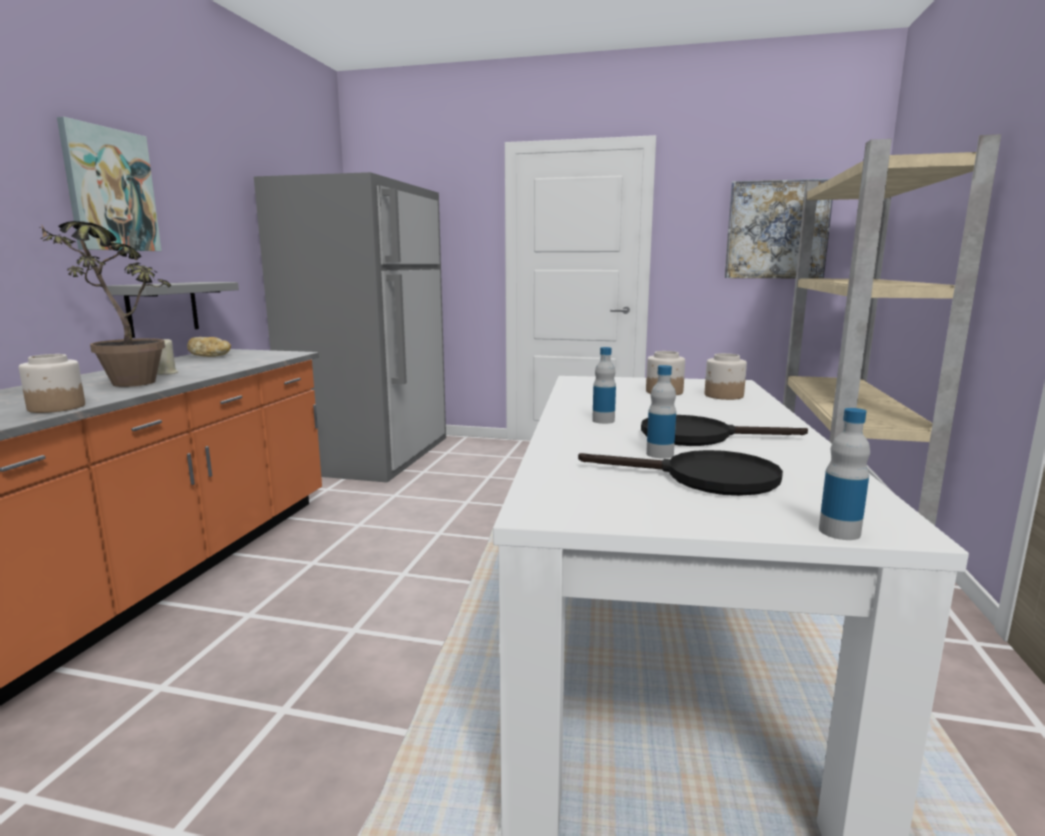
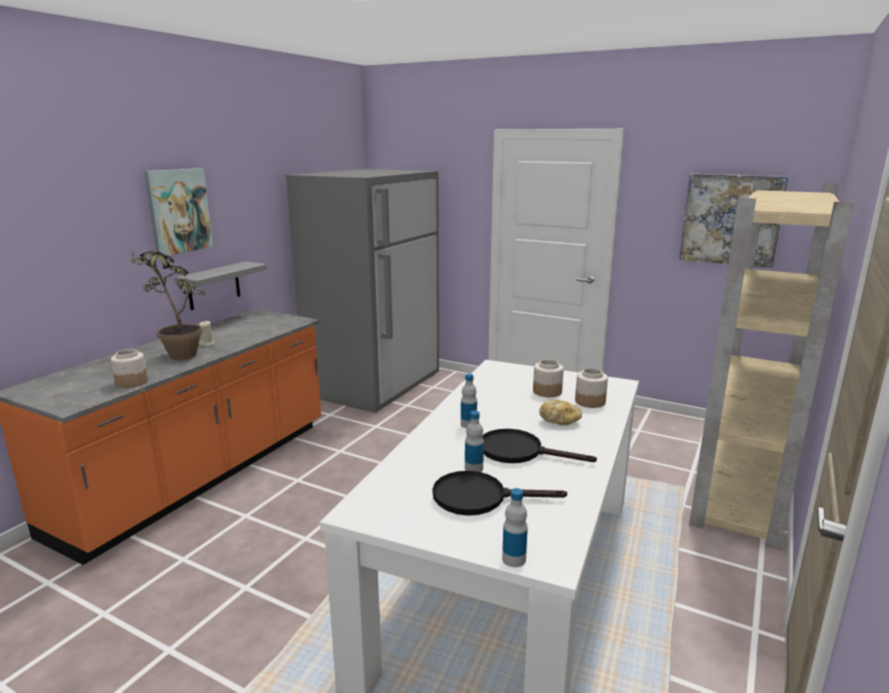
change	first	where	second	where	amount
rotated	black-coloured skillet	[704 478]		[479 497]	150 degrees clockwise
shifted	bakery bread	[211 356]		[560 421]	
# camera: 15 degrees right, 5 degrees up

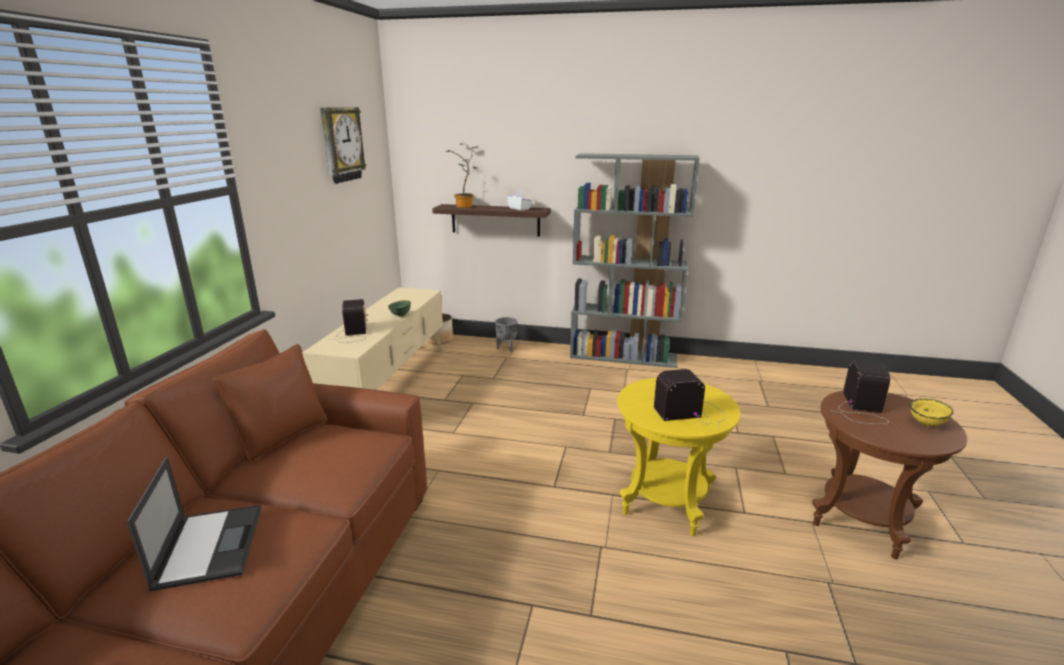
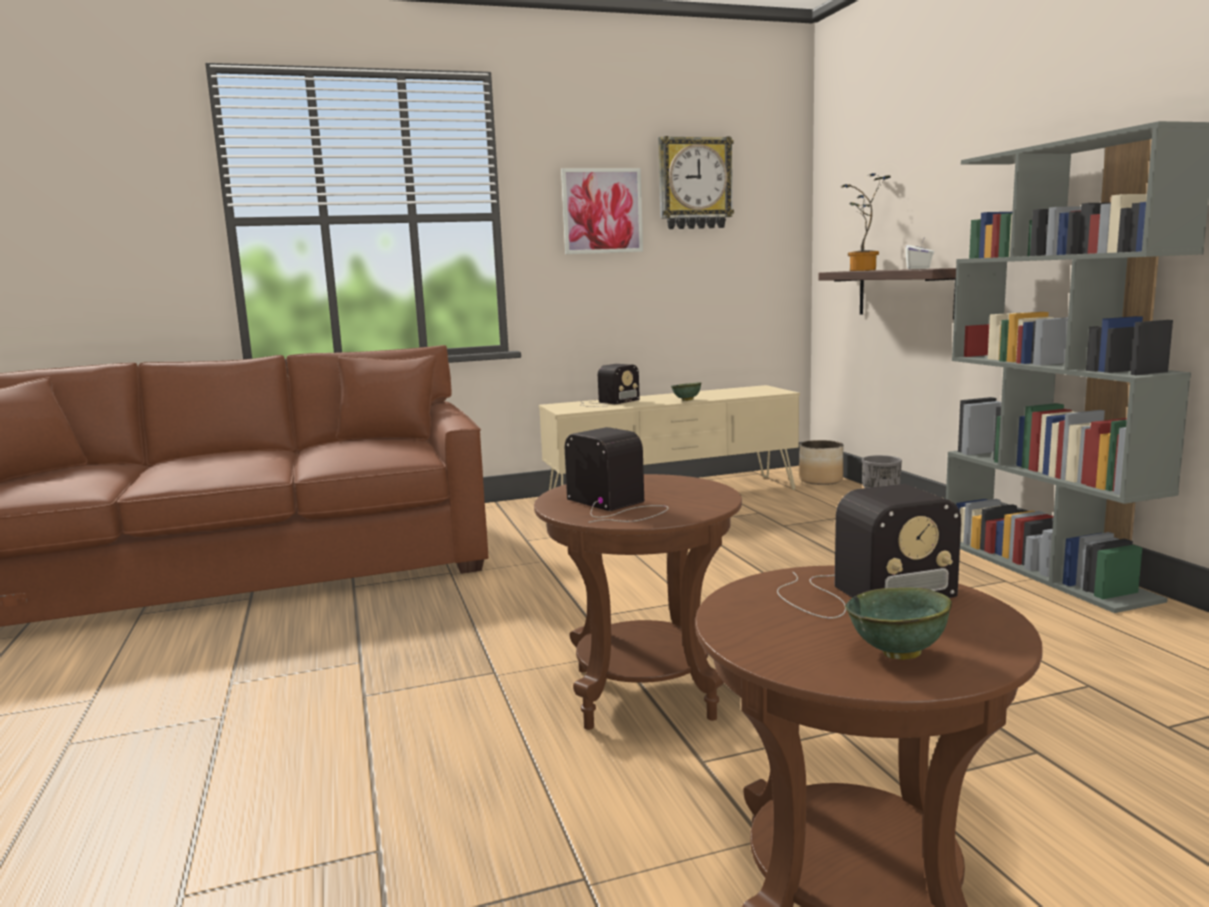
change	first	where	second	where	amount
repainted	yellow accent table	[666 503]	brown accent table	[643 692]	
new			wall art	[602 211]	
repainted	yellow bowl	[927 424]	green bowl	[897 654]	
gone	notebook computer	[210 545]			
# camera: 60 degrees right, 10 degrees down

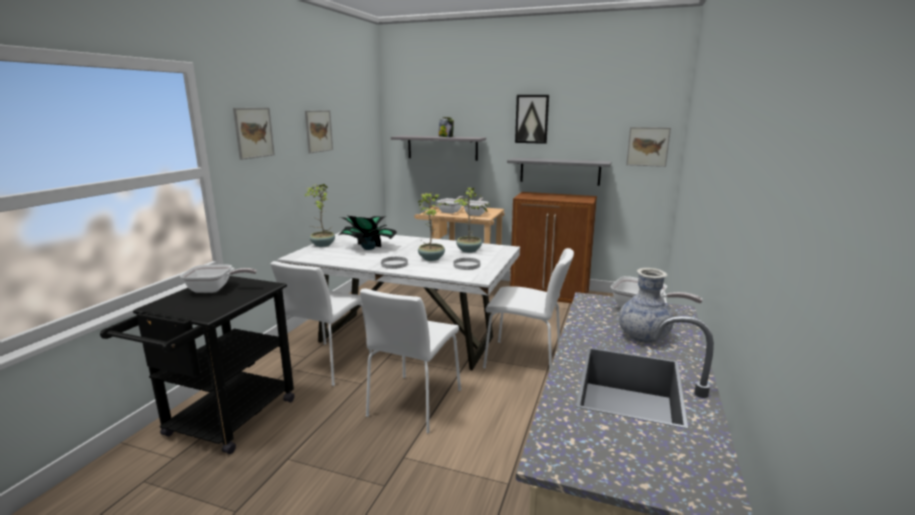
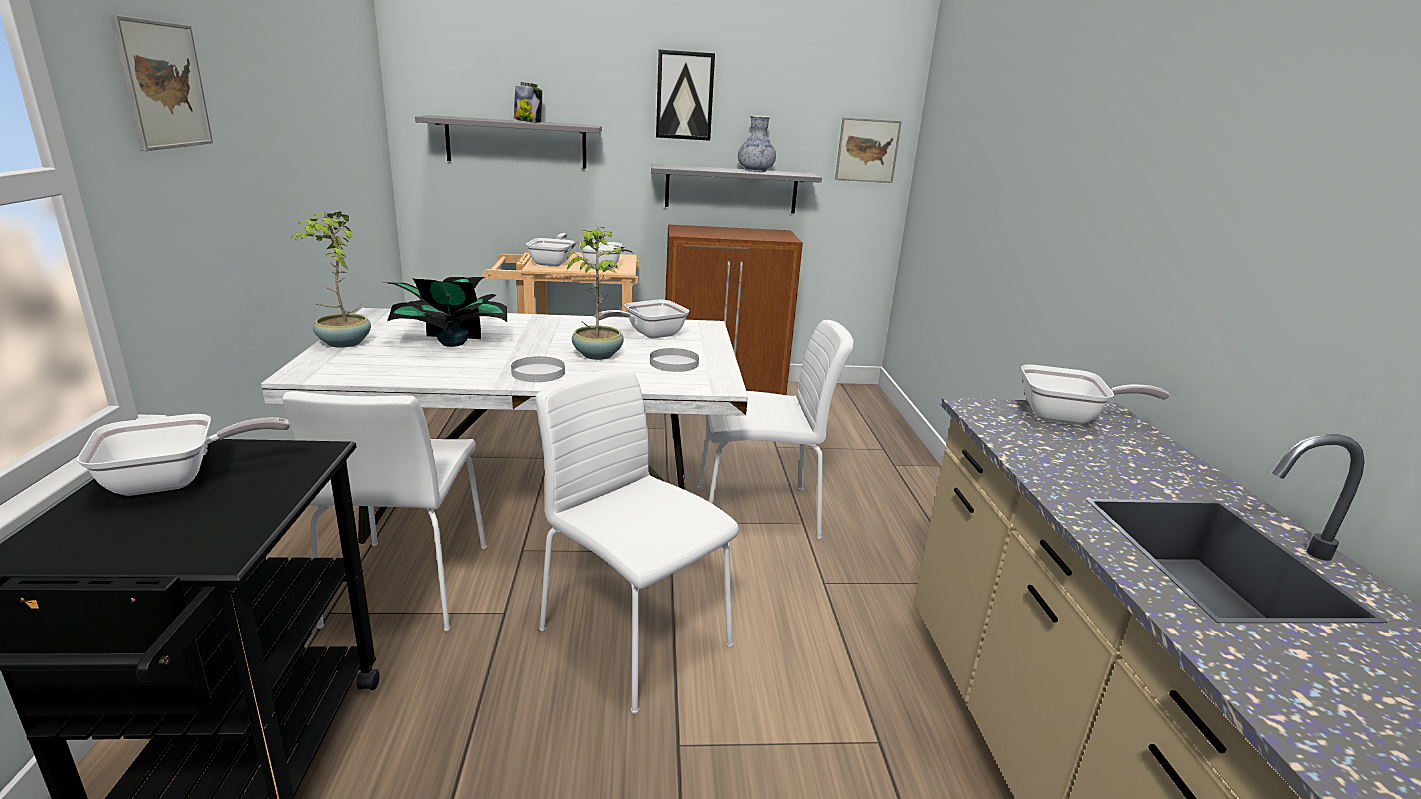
change	first	where	second	where	amount
rotated	white upright chair	[413 404]		[630 634]	135 degrees clockwise
swapped	houseplant	[469 251]	skillet	[649 334]	
shifted	vase	[643 337]		[755 171]	
gone	wall art	[318 131]			
# camera: 25 degrees left, 5 degrees up

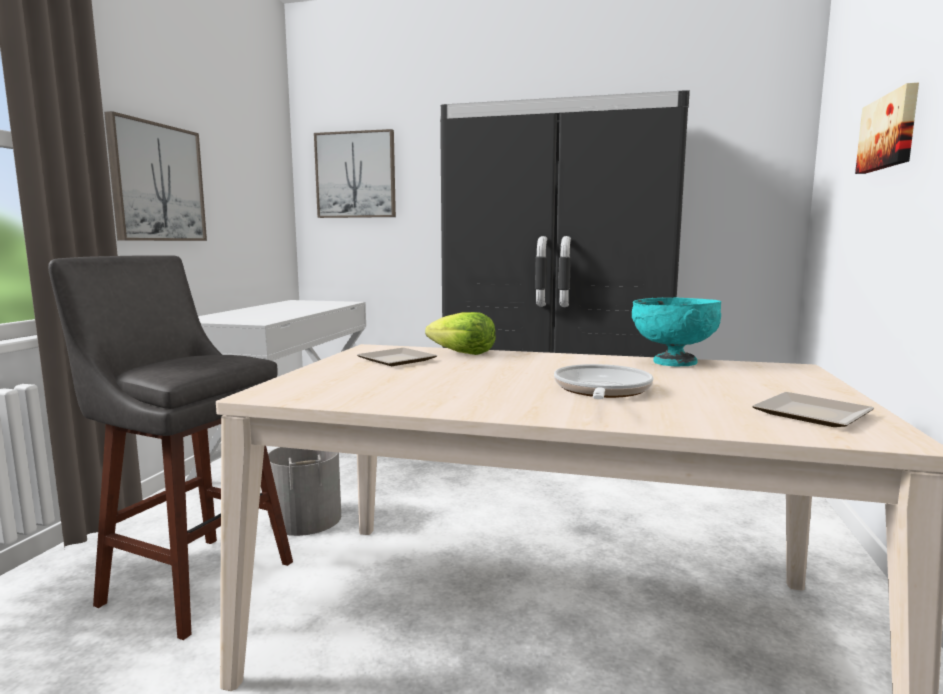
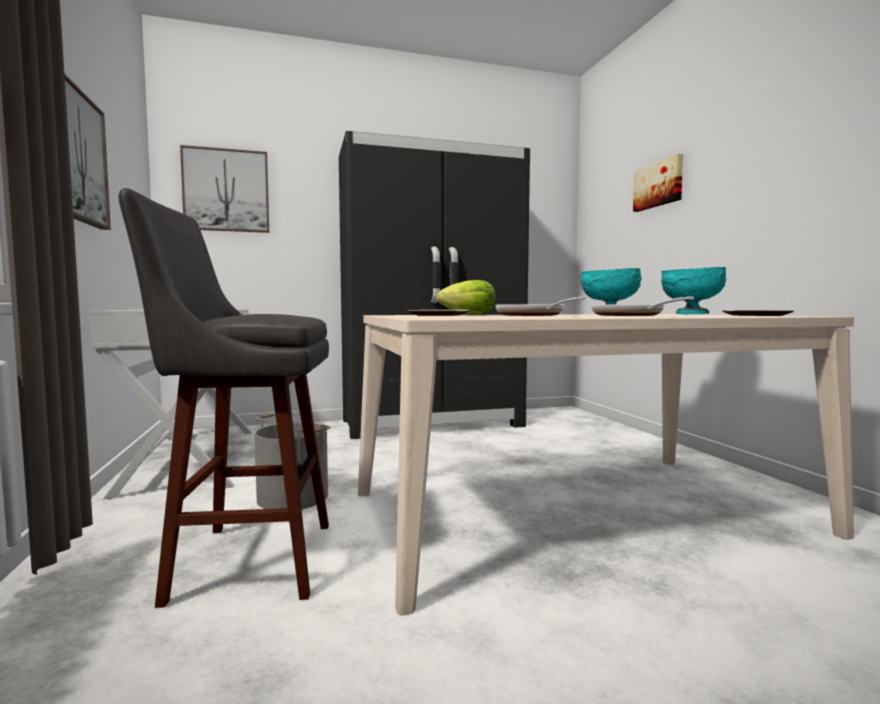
change	first	where	second	where	amount
new			skillet	[532 315]	
new			blue-green bowl	[691 314]	
# camera: 30 degrees left, 5 degrees down

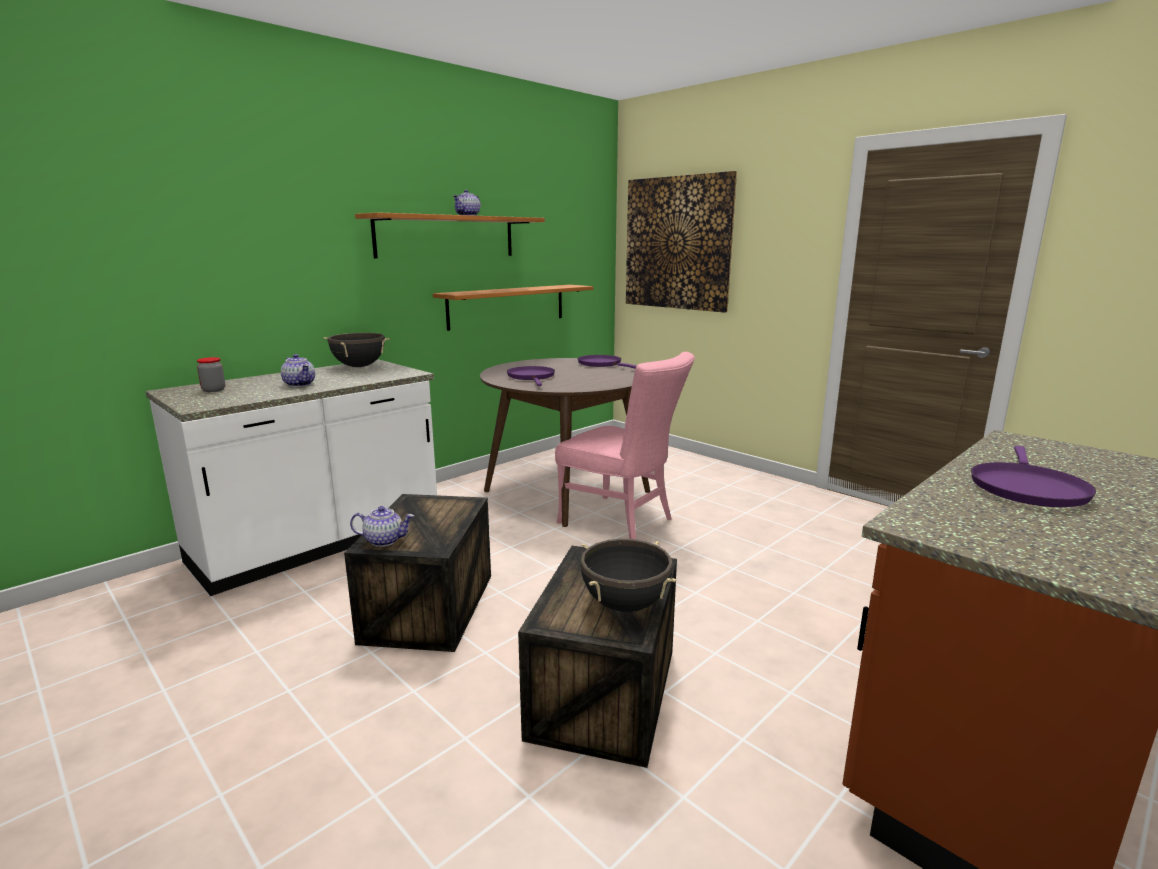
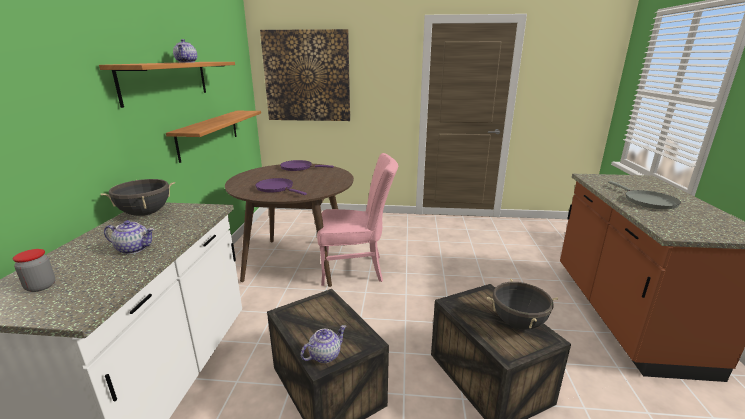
change	first	where	second	where	amount
repainted	purple-coloured skillet	[1026 488]	grey skillet	[647 201]	
# camera: 40 degrees left, 5 degrees up

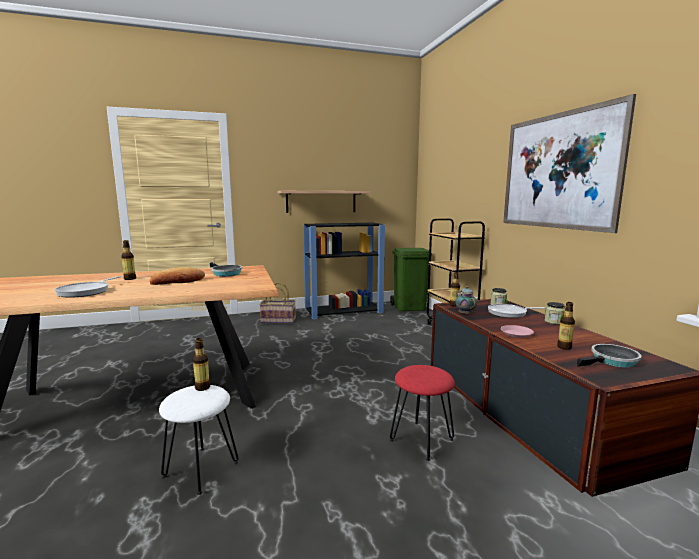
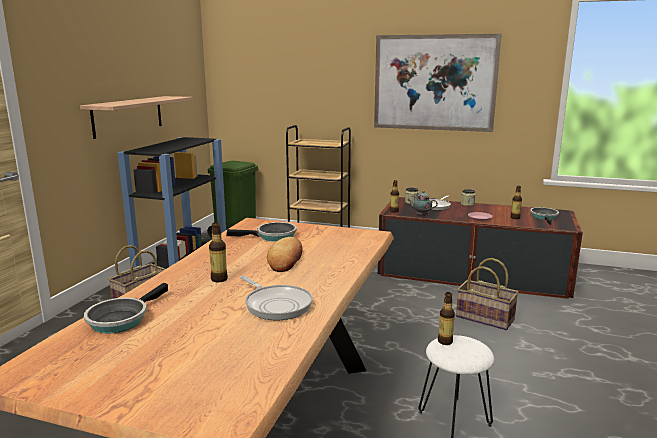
change	first	where	second	where	amount
new			skillet	[121 319]	
swapped	red stool	[422 440]	basket	[485 318]	
# camera: 55 degrees left, 5 degrees up

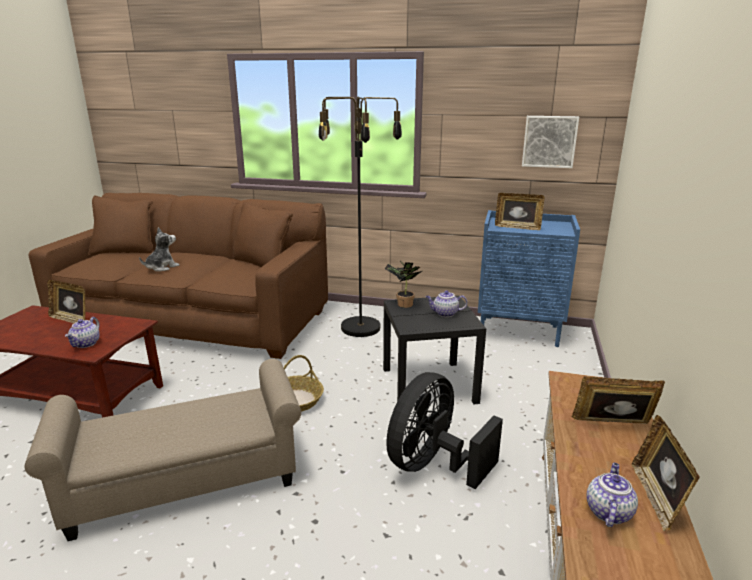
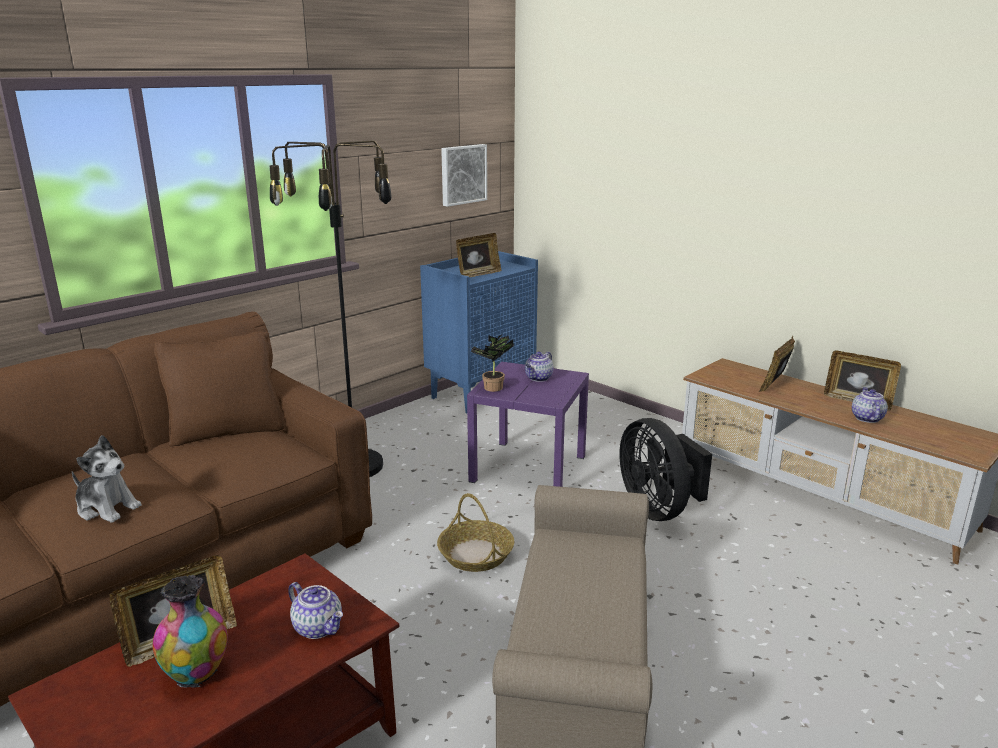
change	first	where	second	where	amount
rotated	cuddly toy	[161 267]		[107 508]	135 degrees clockwise
new			vase	[197 673]	
repainted	black-coloured accent table	[428 386]	purple-coloured accent table	[529 469]	
rotated	pot for tea	[608 511]		[866 418]	45 degrees clockwise
# camera: 60 degrees left, 0 degrees up

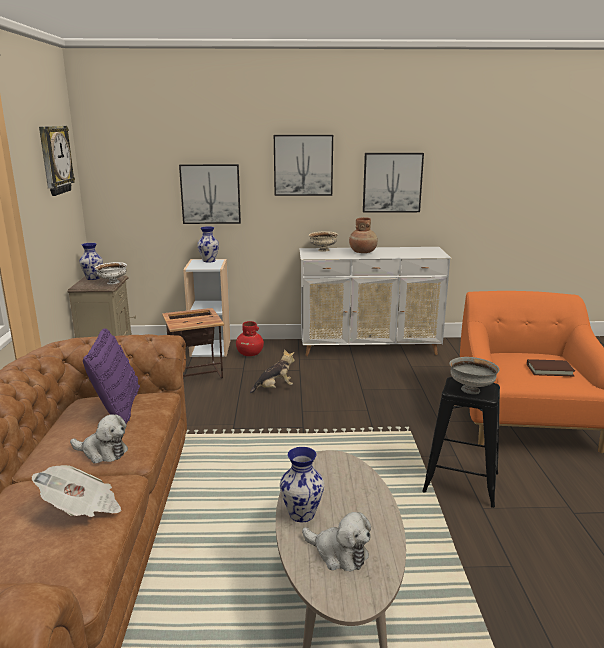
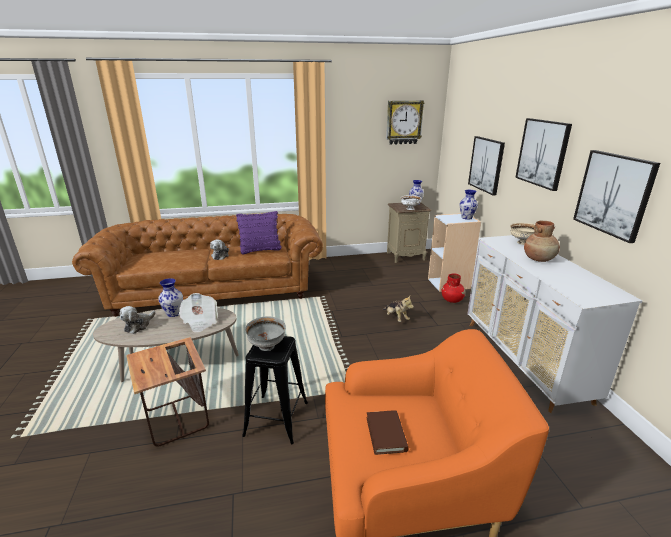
change	first	where	second	where	amount
shifted	accent table	[197 374]		[177 420]	
shifted	daily paper	[82 509]		[200 321]	
# camera: 80 degrees right, 5 degrees up

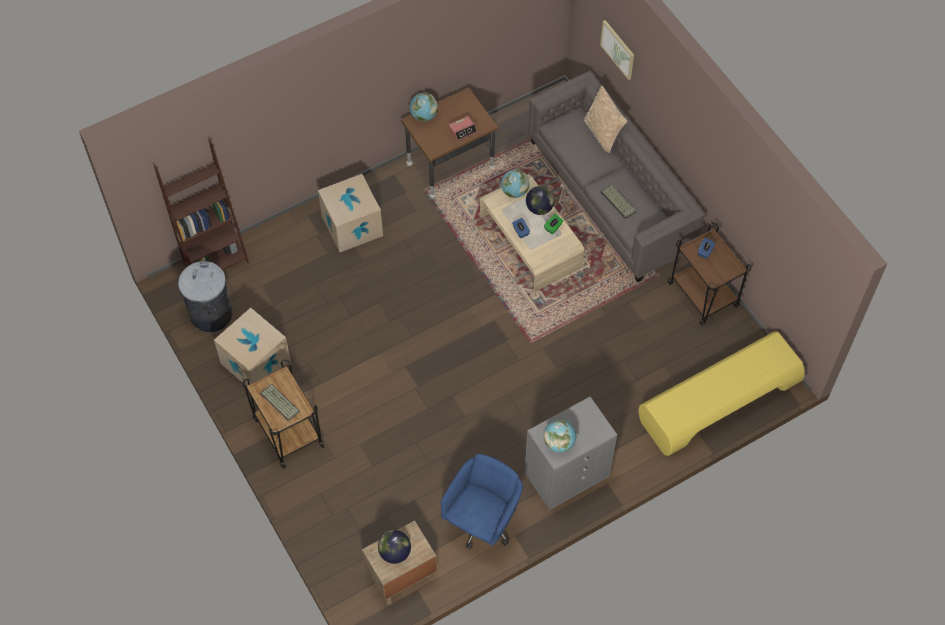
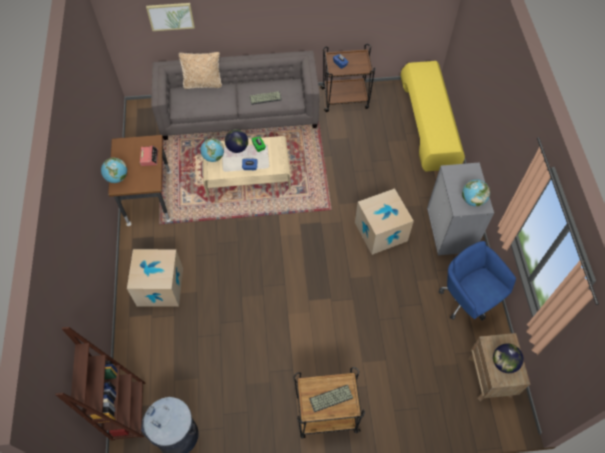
change	first	where	second	where	amount
shifted	packing box	[255 362]		[381 231]	
# camera: 65 degrees left, 0 degrees up

